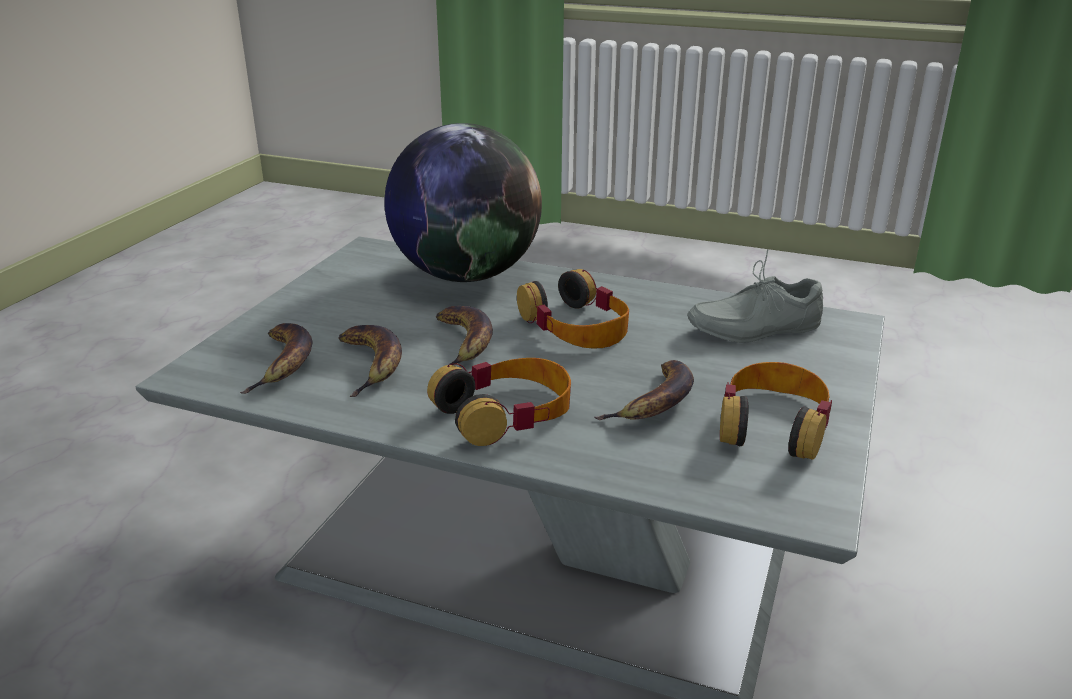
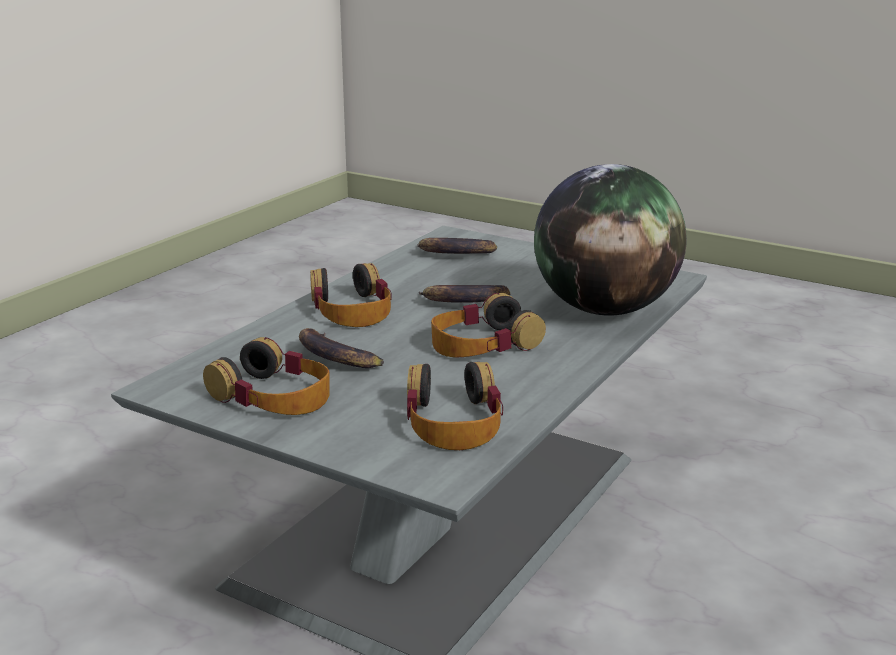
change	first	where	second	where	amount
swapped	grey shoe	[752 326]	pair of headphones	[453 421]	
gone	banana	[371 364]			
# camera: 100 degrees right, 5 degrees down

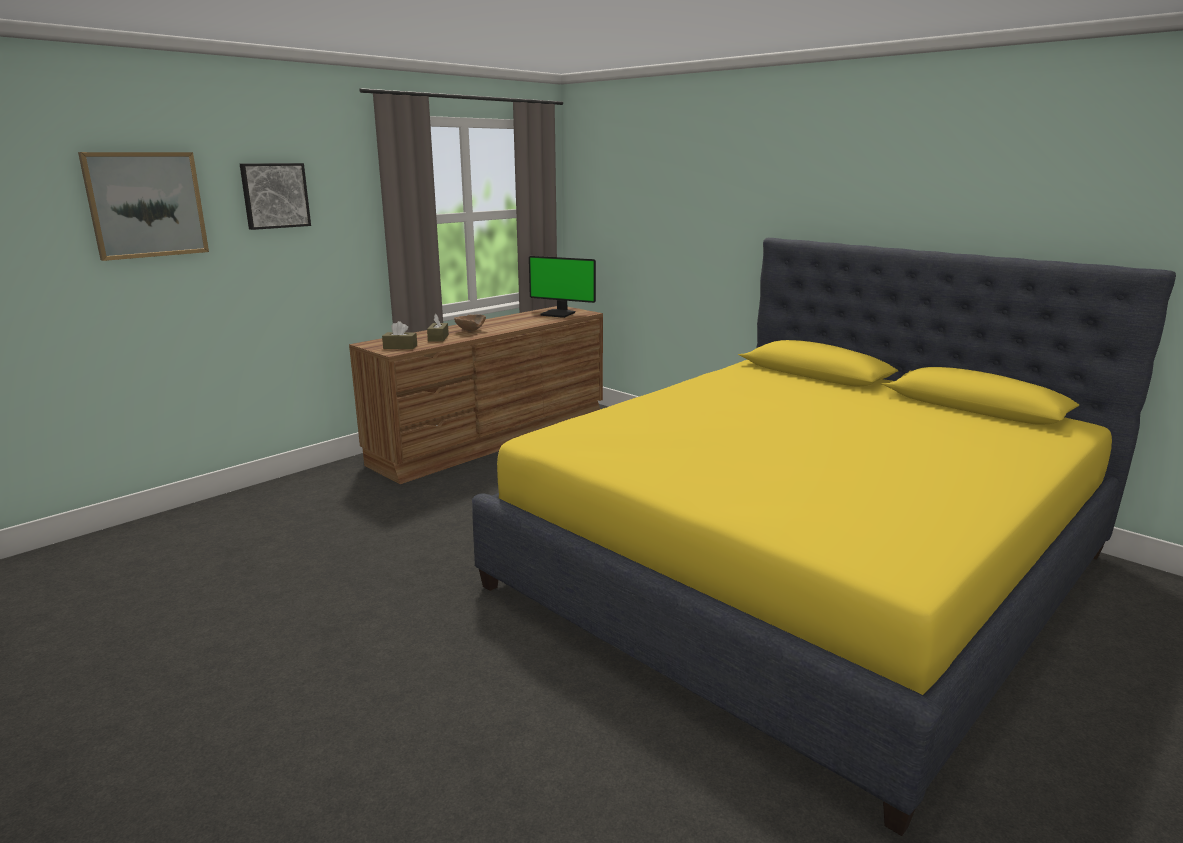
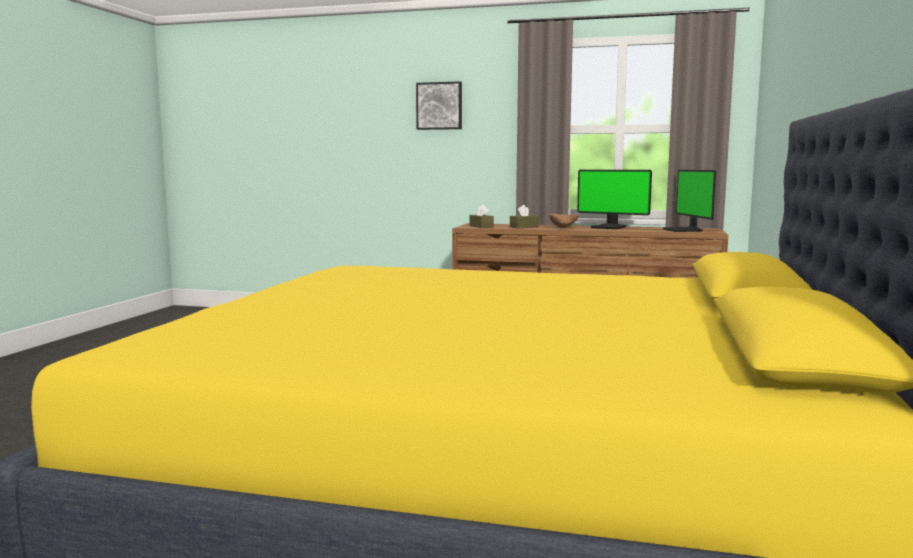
change	first	where	second	where	amount
new			computer screen	[609 227]	
gone	wall art	[146 205]			
# camera: 60 degrees right, 10 degrees down

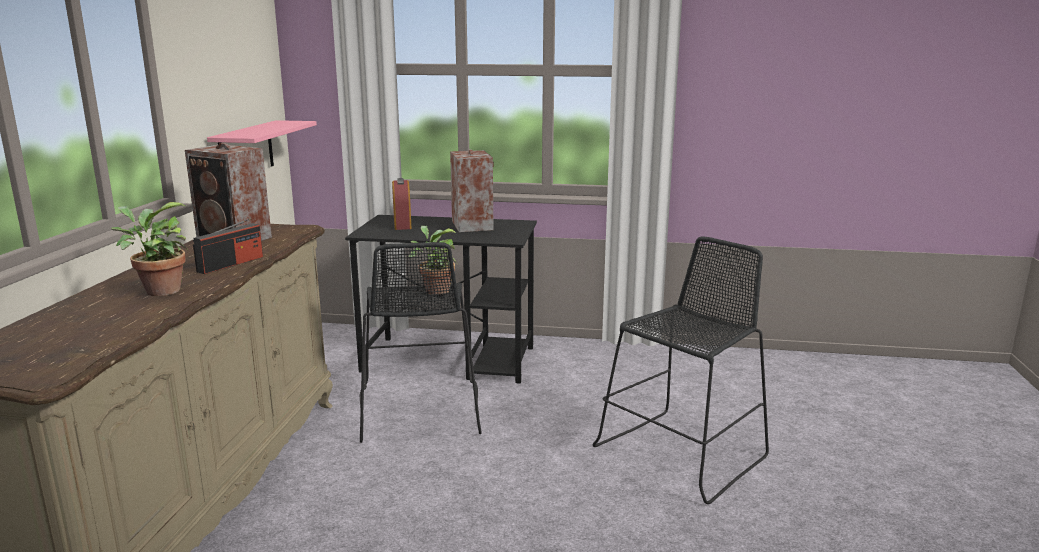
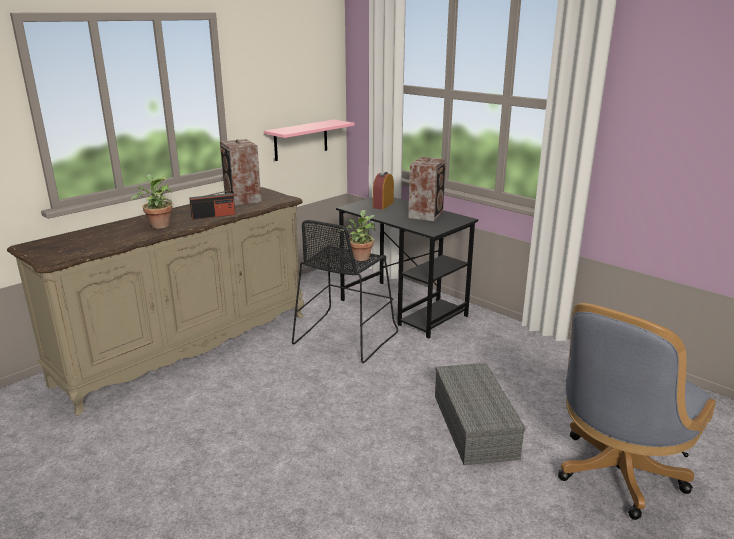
change	first	where	second	where	amount
swapped	black-coloured stool	[680 455]	grey storage bin	[476 426]	
new			blue computer chair	[614 479]	
# camera: 35 degrees right, 5 degrees up

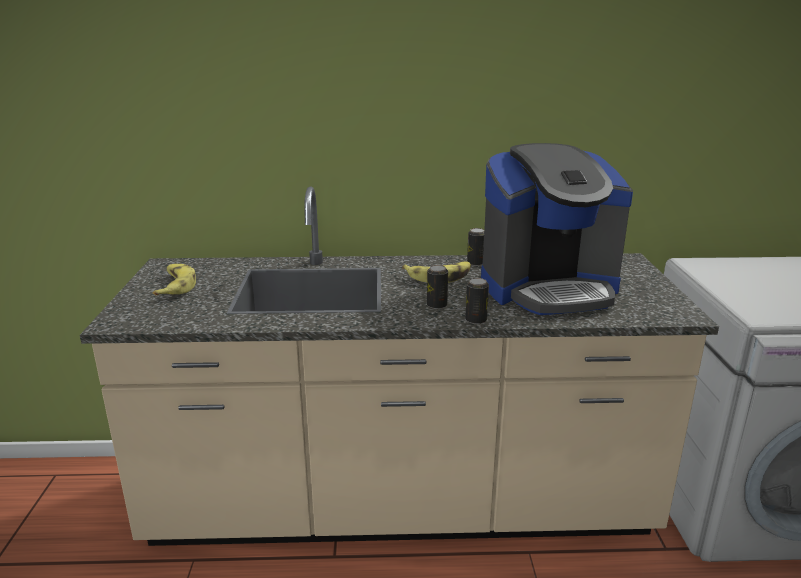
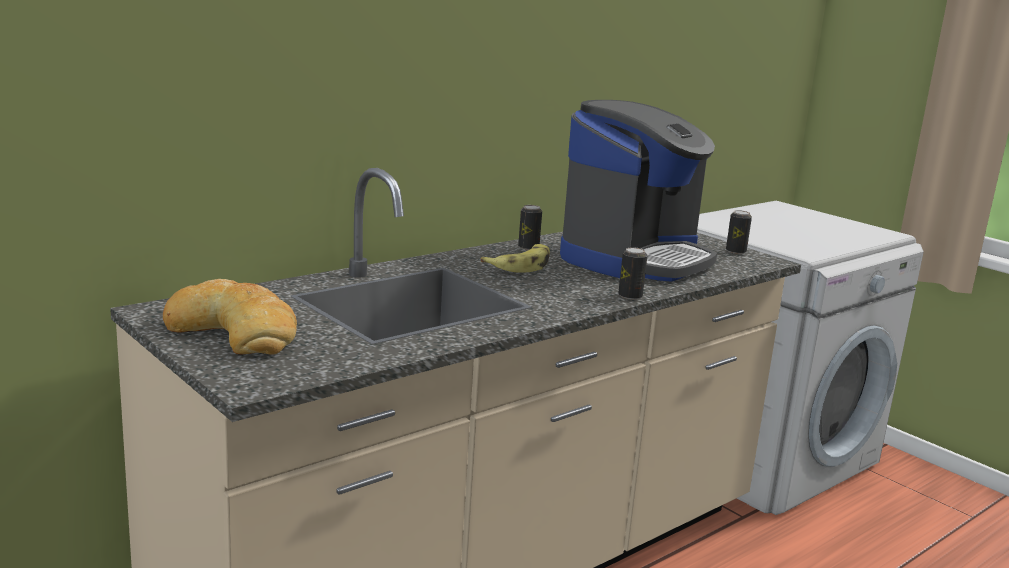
change	first	where	second	where	amount
swapped	banana	[175 286]	bakery bread	[235 331]	
shifted	metal can	[436 305]		[736 251]	
# camera: 40 degrees left, 5 degrees down

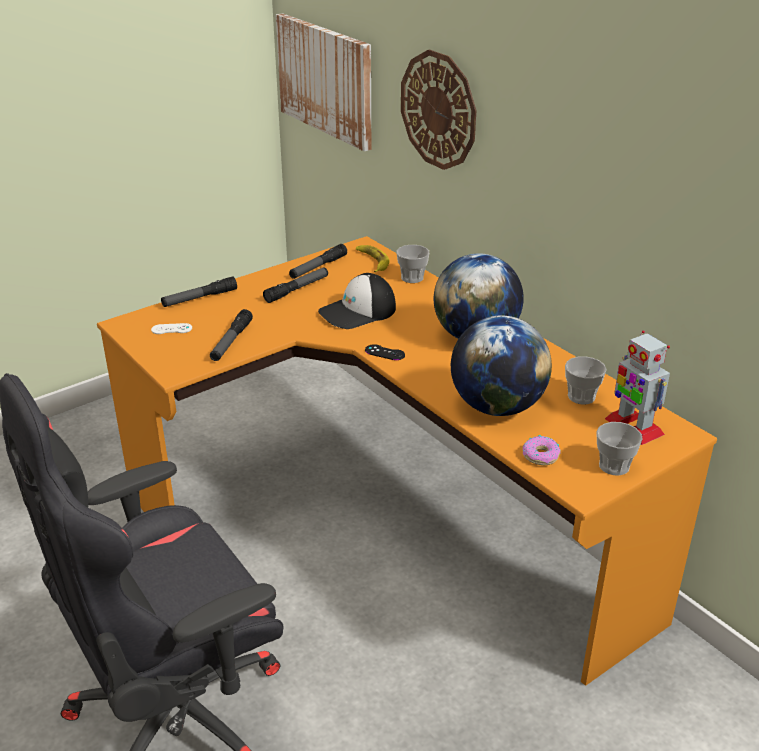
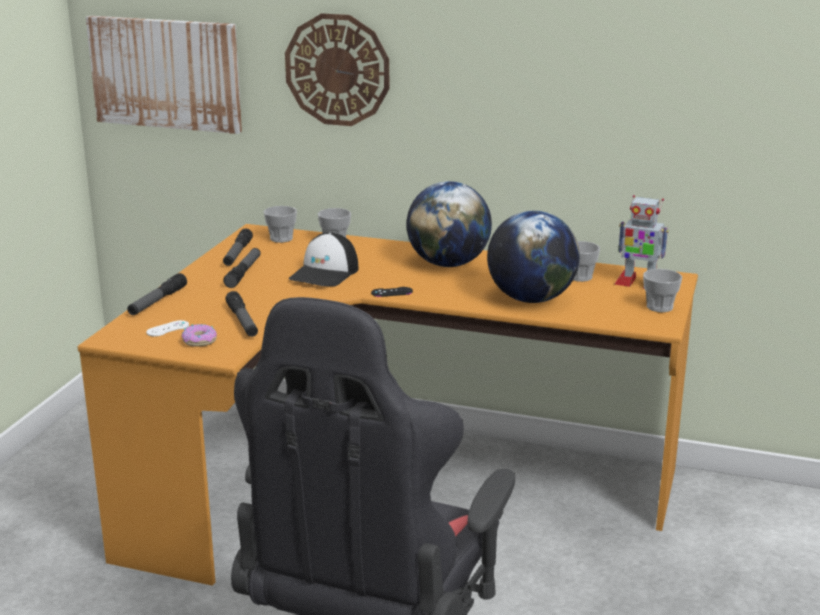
change	first	where	second	where	amount
shifted	doughnut	[541 455]		[200 340]	
swapped	banana	[372 261]	drinking cup	[281 238]	
# camera: 35 degrees left, 10 degrees down

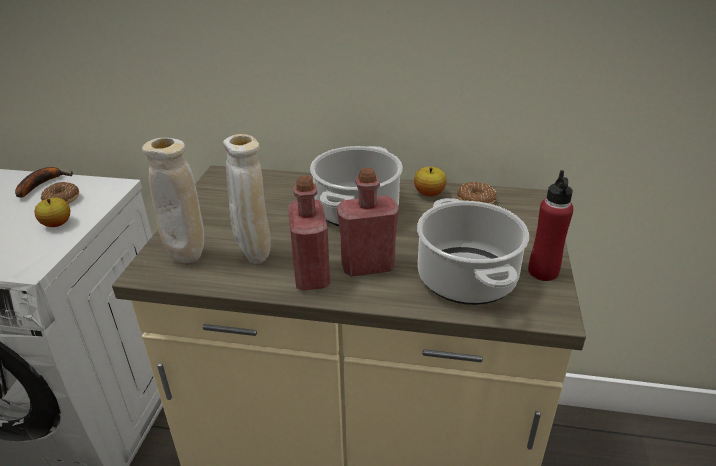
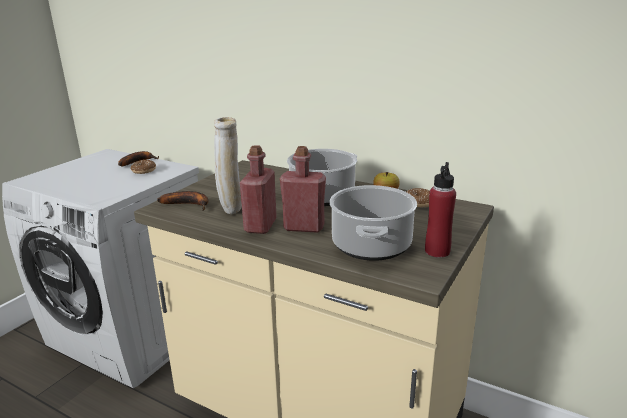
change	first	where	second	where	amount
swapped	beige-coloured vase	[188 257]	banana	[189 204]	
gone	apple	[57 224]			
# camera: 20 degrees right, 10 degrees down

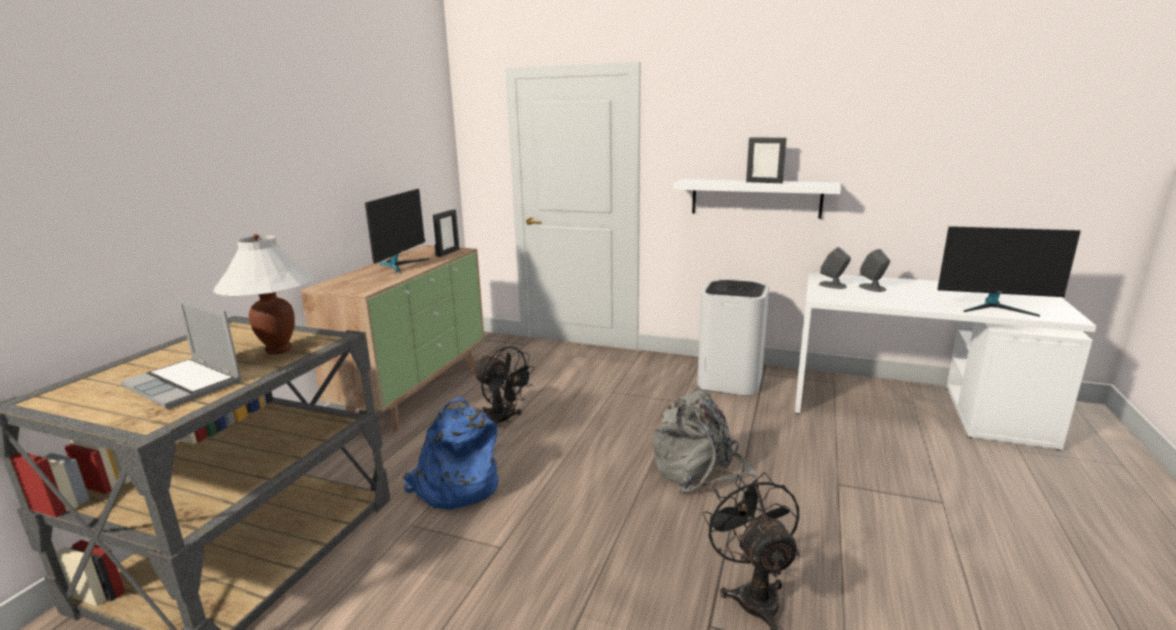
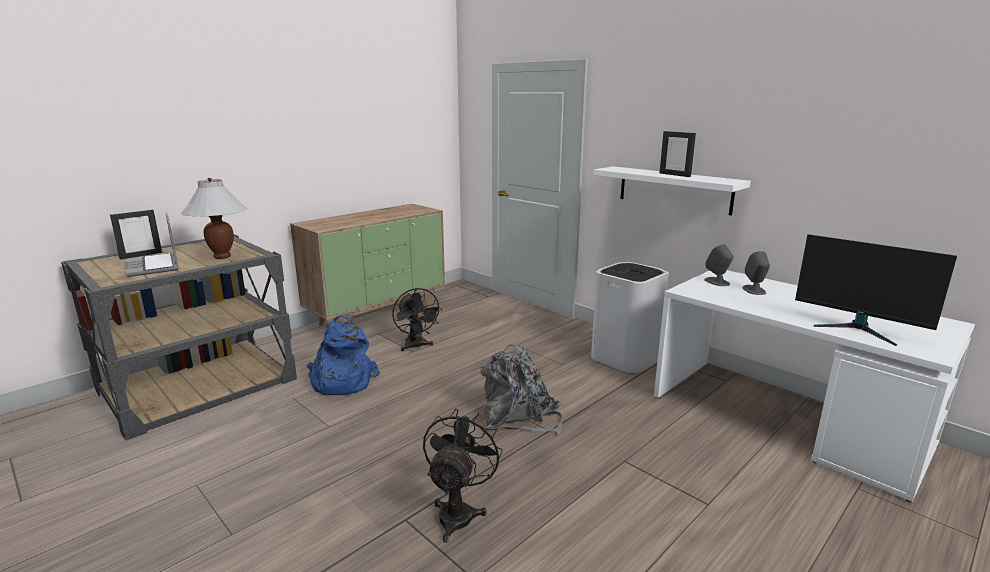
change	first	where	second	where	amount
shifted	standing frame	[447 252]		[141 255]	
gone	computer screen	[400 265]			
# camera: 25 degrees right, 0 degrees up

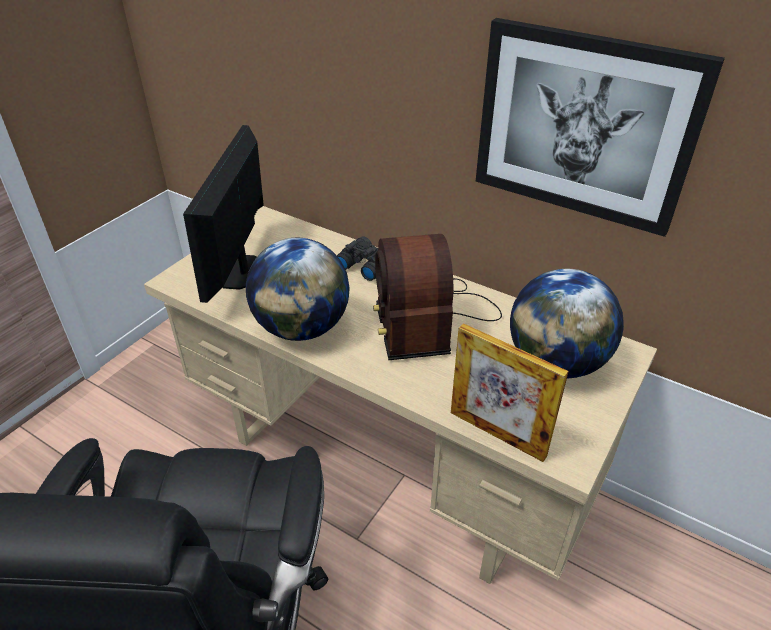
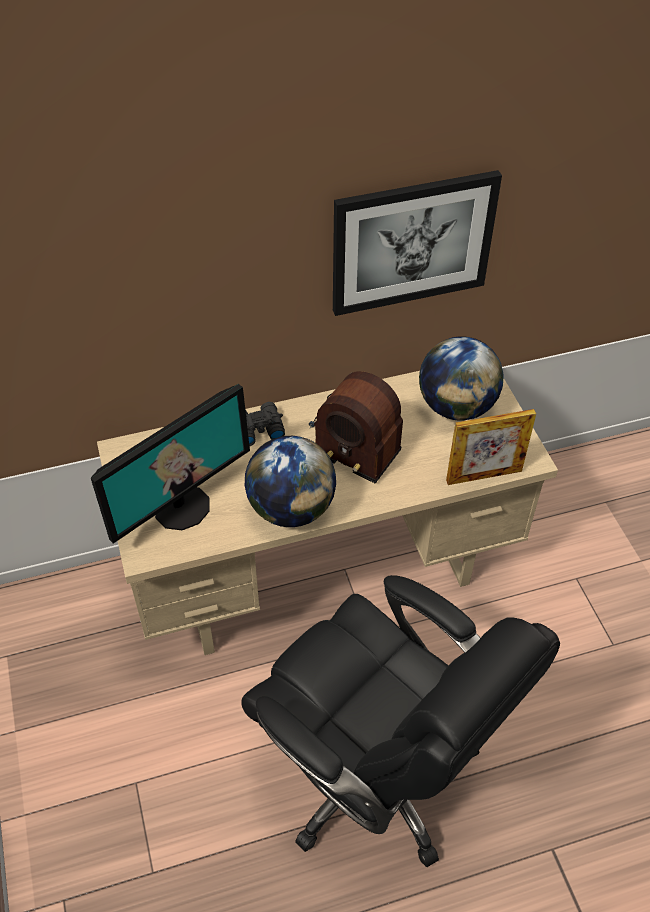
change	first	where	second	where	amount
rotated	computer screen	[241 272]		[182 507]	90 degrees counterclockwise
# camera: 50 degrees left, 10 degrees up

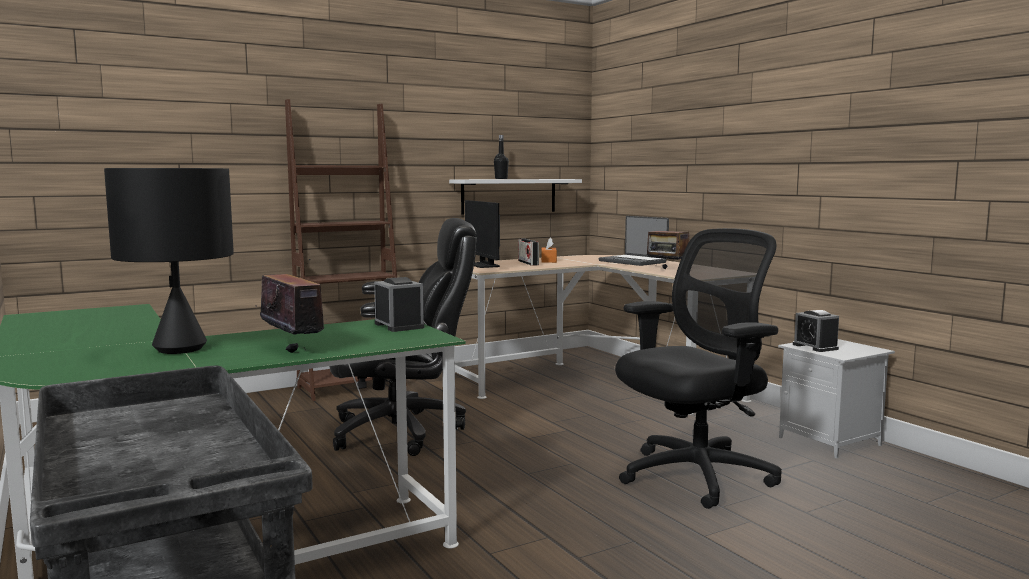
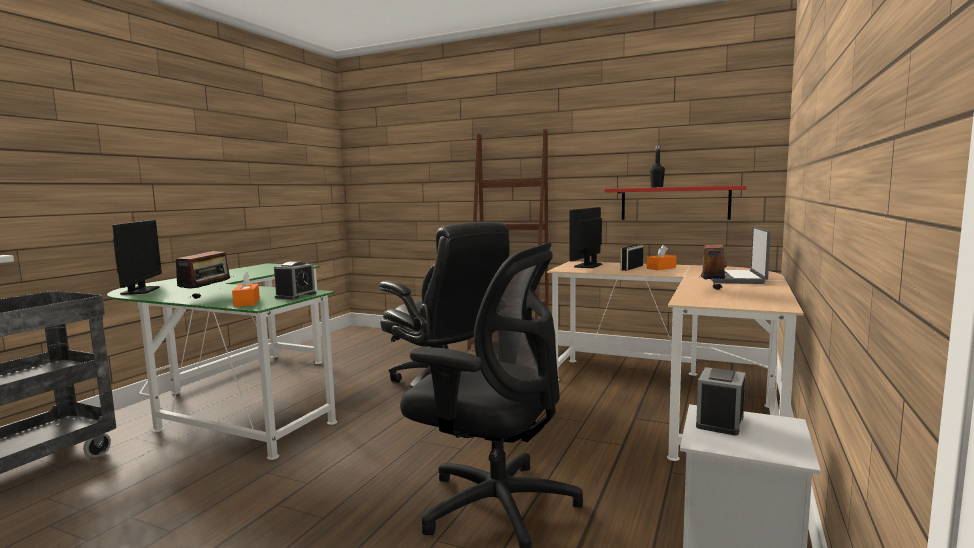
change	first	where	second	where	amount
new			computer screen	[140 291]	
new			orange box of tissues	[247 302]	
repainted	white shelf	[509 196]	red shelf	[674 203]	
gone	black-coloured table lamp	[180 349]			
# camera: 55 degrees right, 0 degrees up

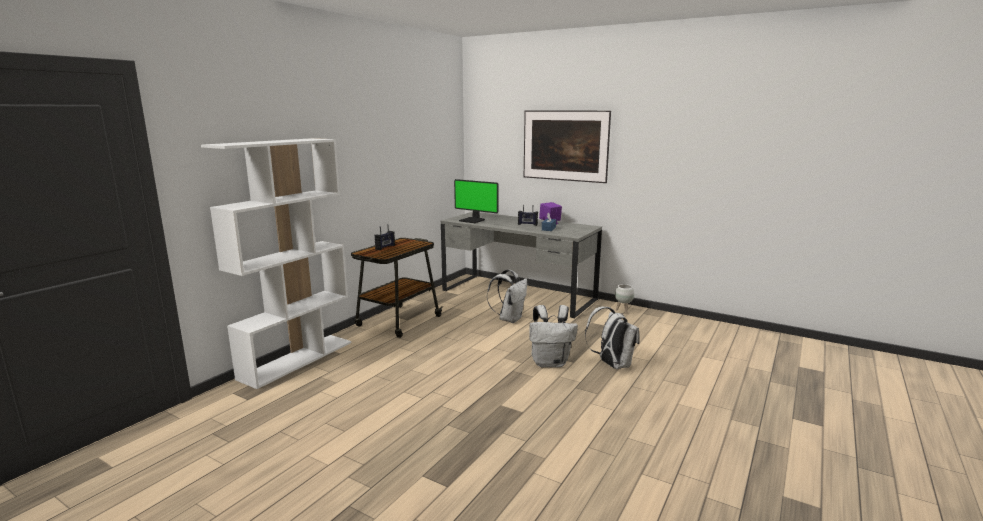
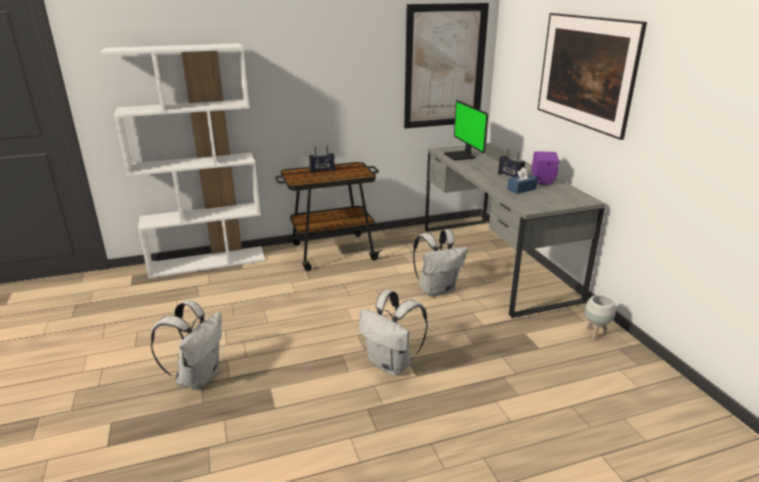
change	first	where	second	where	amount
shifted	white knapsack	[612 365]		[198 377]	
new			wall art	[445 67]	
# camera: 40 degrees right, 10 degrees up

